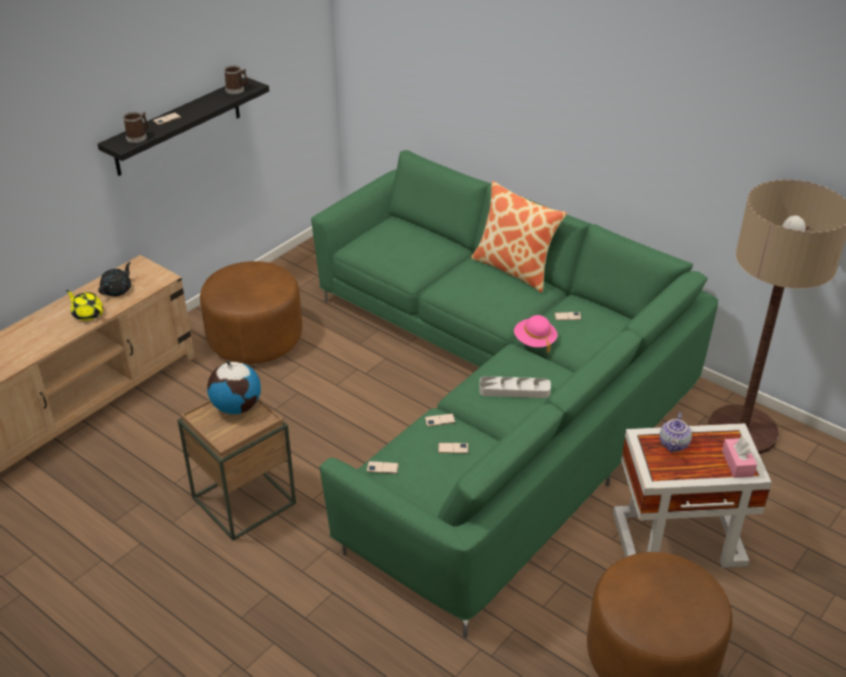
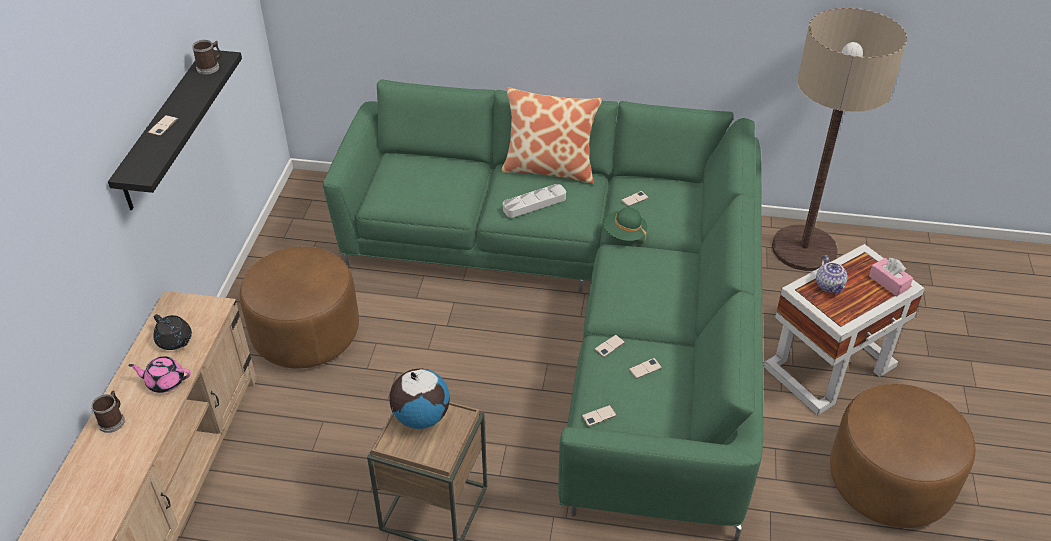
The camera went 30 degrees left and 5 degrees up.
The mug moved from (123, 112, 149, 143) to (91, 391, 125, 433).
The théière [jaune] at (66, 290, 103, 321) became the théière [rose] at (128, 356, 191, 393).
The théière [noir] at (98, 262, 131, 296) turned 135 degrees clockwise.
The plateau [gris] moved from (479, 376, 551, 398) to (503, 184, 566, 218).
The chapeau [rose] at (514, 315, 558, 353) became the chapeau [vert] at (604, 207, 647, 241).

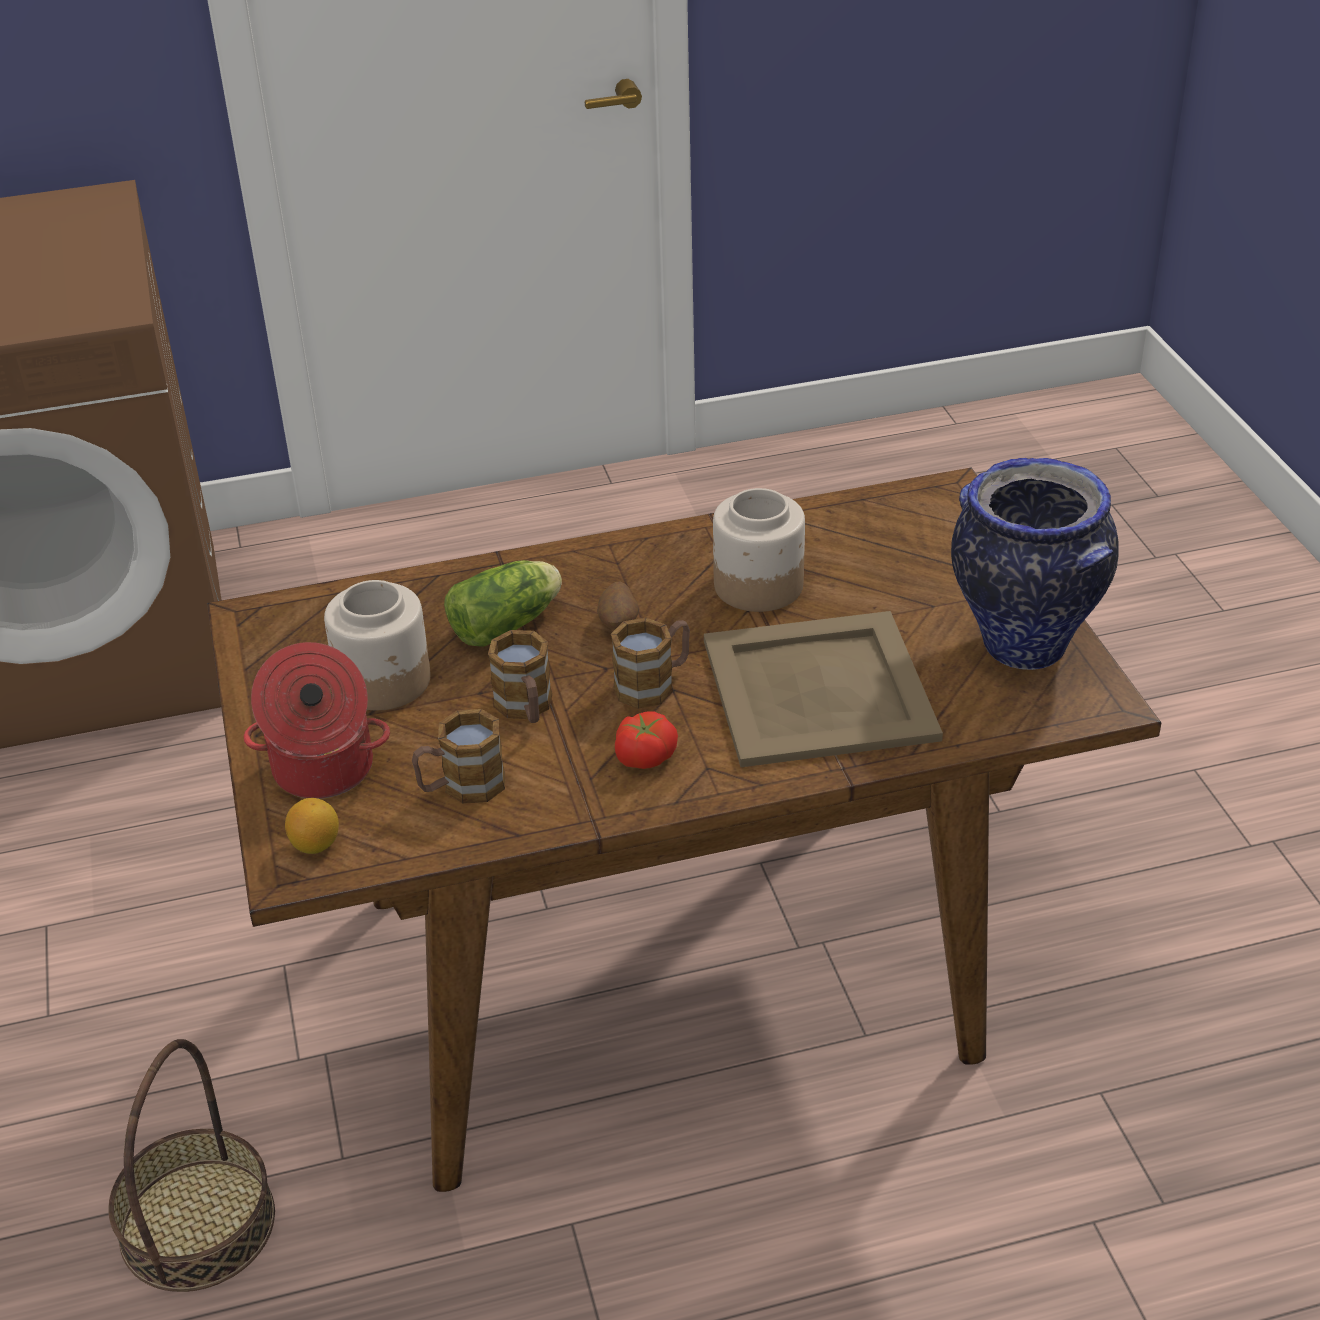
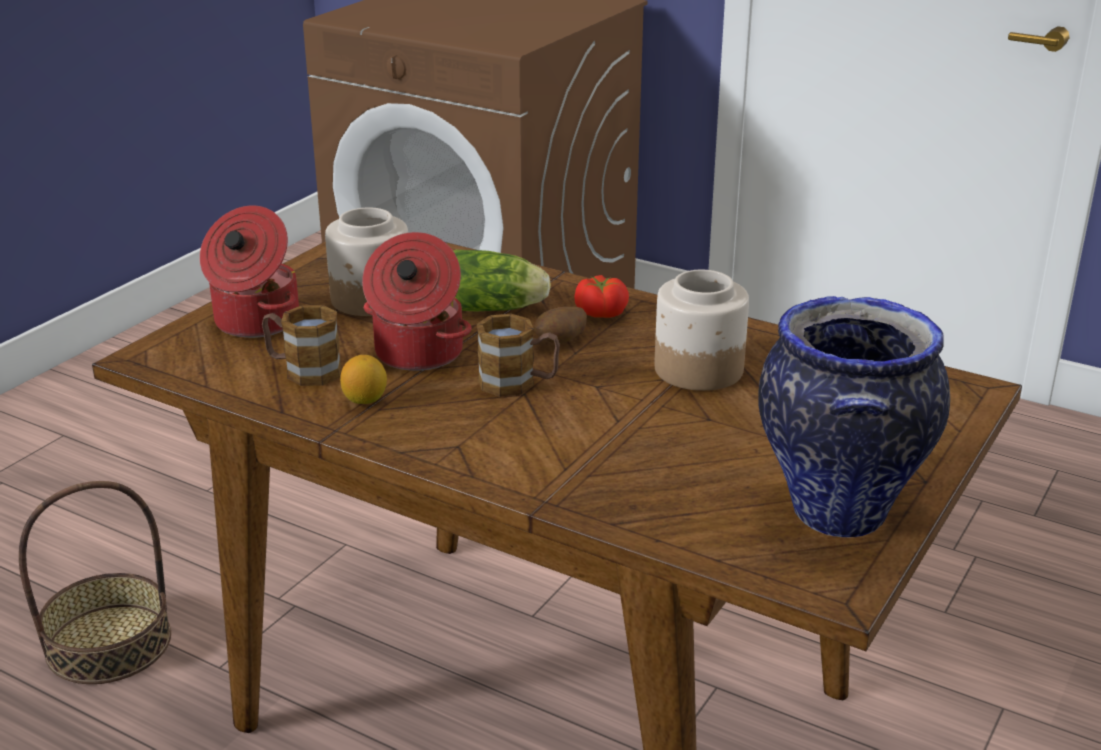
The camera went 45 degrees right and 10 degrees down.
The citron moved from (285, 798, 339, 854) to (340, 355, 387, 404).
The mug at (488, 630, 552, 723) was replaced by the marmite at (362, 232, 472, 371).
The tomate moved from (615, 711, 678, 769) to (574, 275, 629, 318).
The plateau [beige] at (704, 611, 943, 767) disappeared.

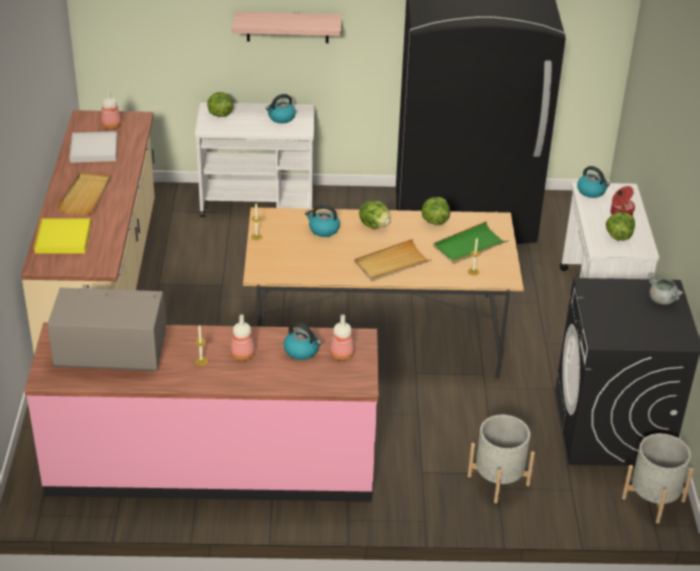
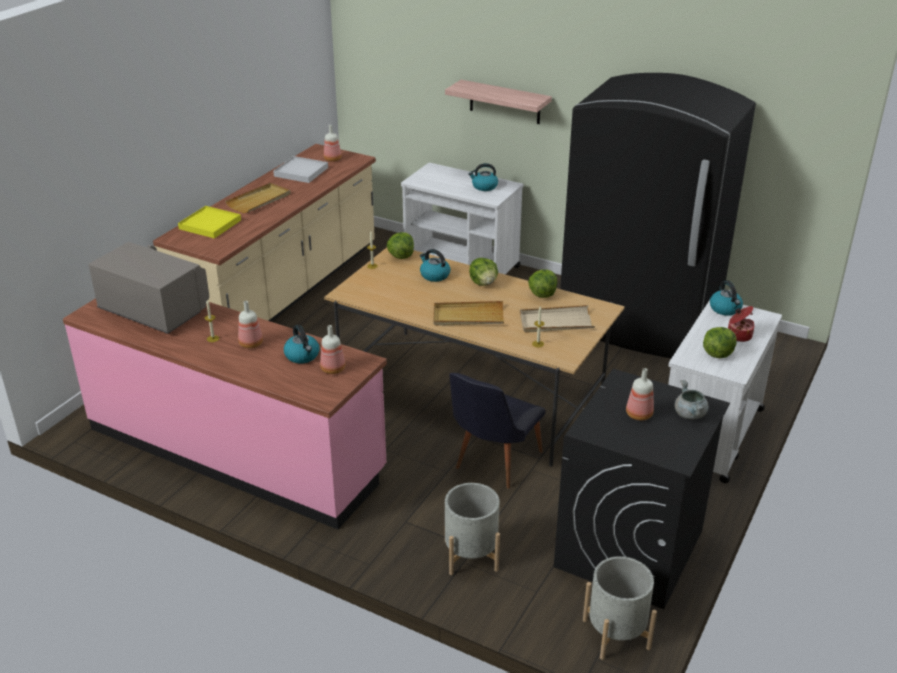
The camera went 30 degrees right and 5 degrees down.
The laitue moved from (207, 92, 233, 117) to (387, 232, 414, 259).
The chaise [noir] at (449, 373, 546, 489) appeared.
The plateau [vert] at (433, 221, 509, 264) became the plateau [beige] at (520, 305, 595, 333).
The bouteille at (626, 368, 654, 420) appeared.

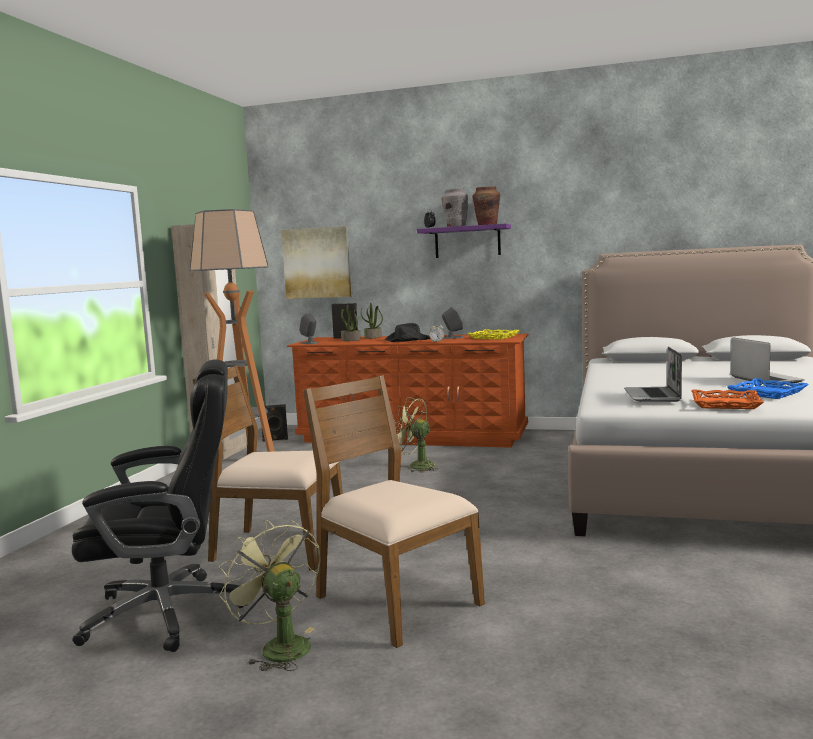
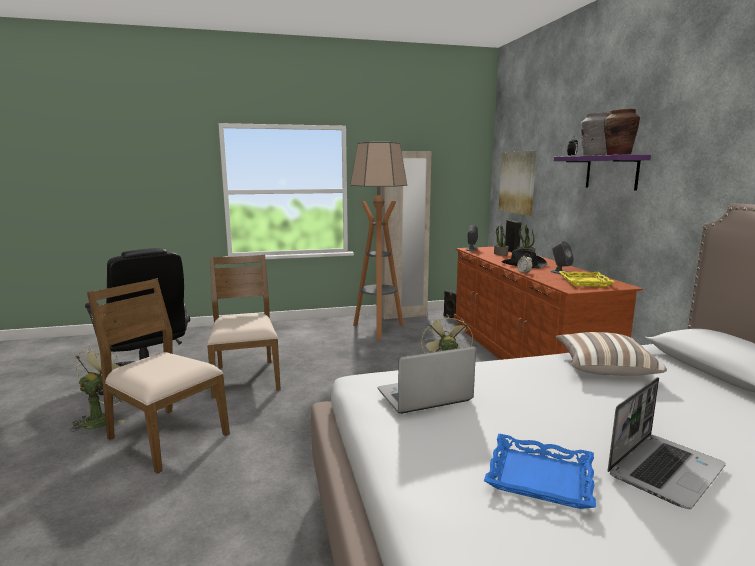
The camera went 60 degrees right and 5 degrees up.
The chaise [marron] at (303, 375, 485, 648) turned 75 degrees counterclockwise.
The coussin at (556, 332, 667, 376) appeared.
The plateau [orange] at (691, 390, 764, 409) disappeared.

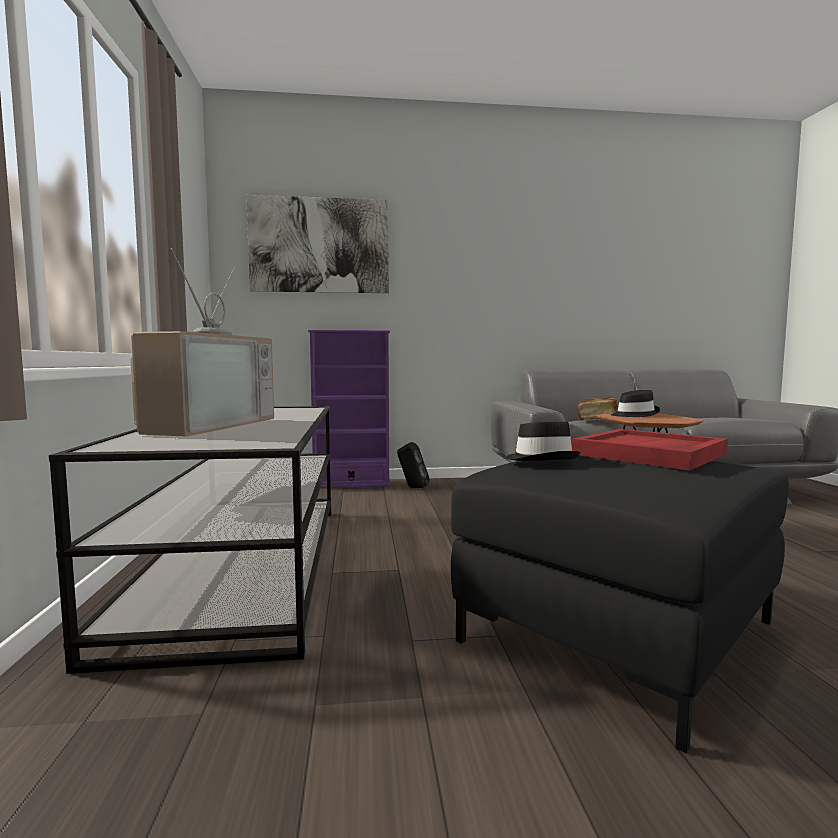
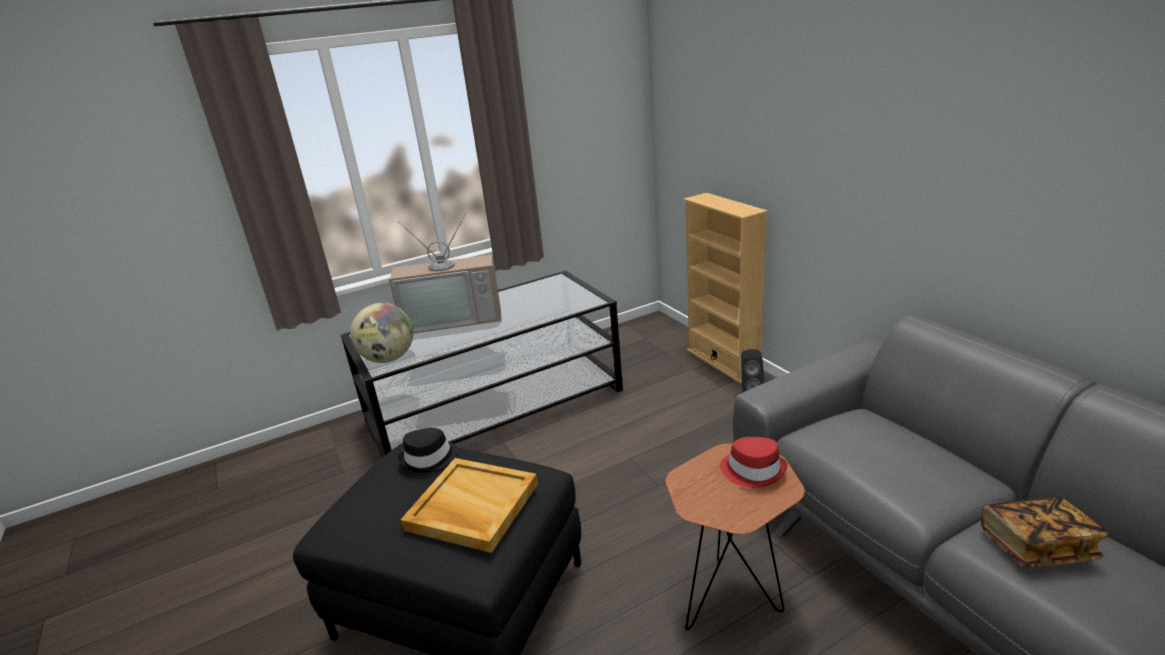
The camera went 70 degrees right and 20 degrees up.
The globe at (350, 303, 413, 363) appeared.
The plateau [rouge] at (571, 429, 728, 470) became the plateau [beige] at (401, 458, 538, 553).
The bibliothèque [violet] at (308, 330, 391, 488) became the bibliothèque [beige] at (683, 193, 768, 383).
The chapeau [noir] at (611, 390, 660, 417) became the chapeau [rouge] at (720, 437, 787, 487).
The livre moved from (577, 397, 617, 420) to (981, 496, 1109, 567).
The tableau at (246, 195, 389, 293) disappeared.

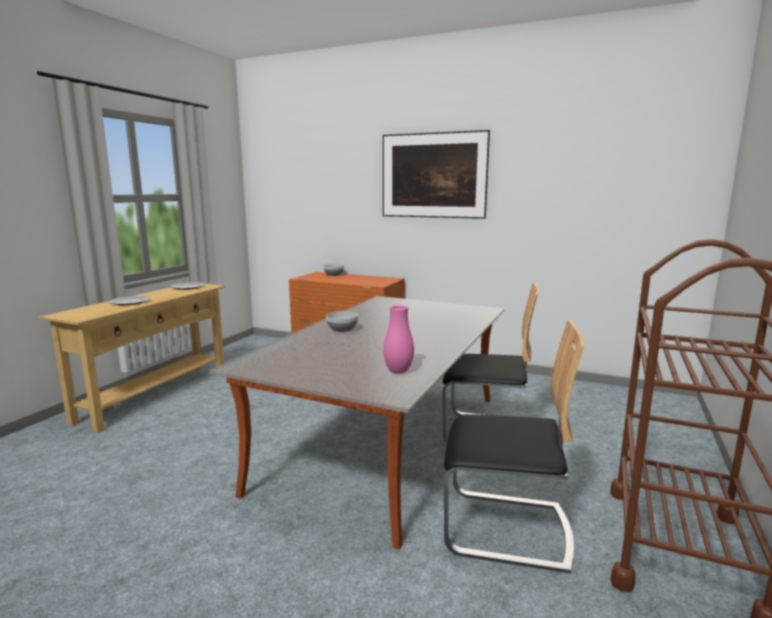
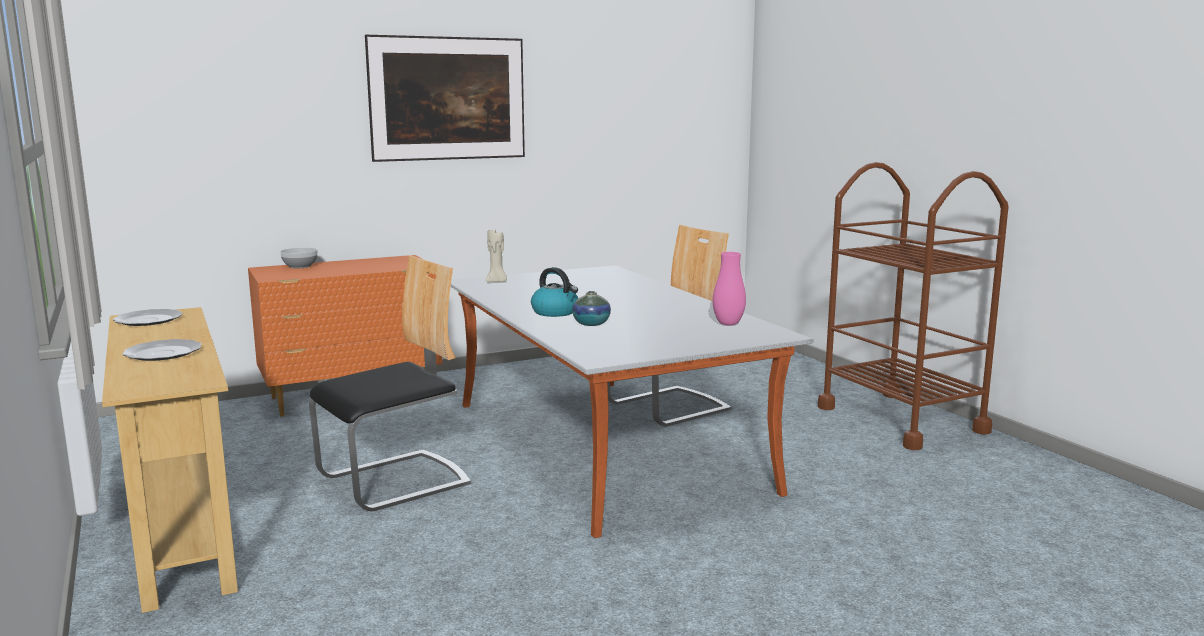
The camera went 50 degrees left and 0 degrees up.
The chaise moved from (444, 320, 584, 573) to (309, 255, 471, 511).
The bougie [beige] at (486, 228, 507, 282) appeared.
The bol at (326, 311, 358, 332) was replaced by the bouilloire at (531, 267, 578, 317).
The vase at (572, 291, 611, 326) appeared.

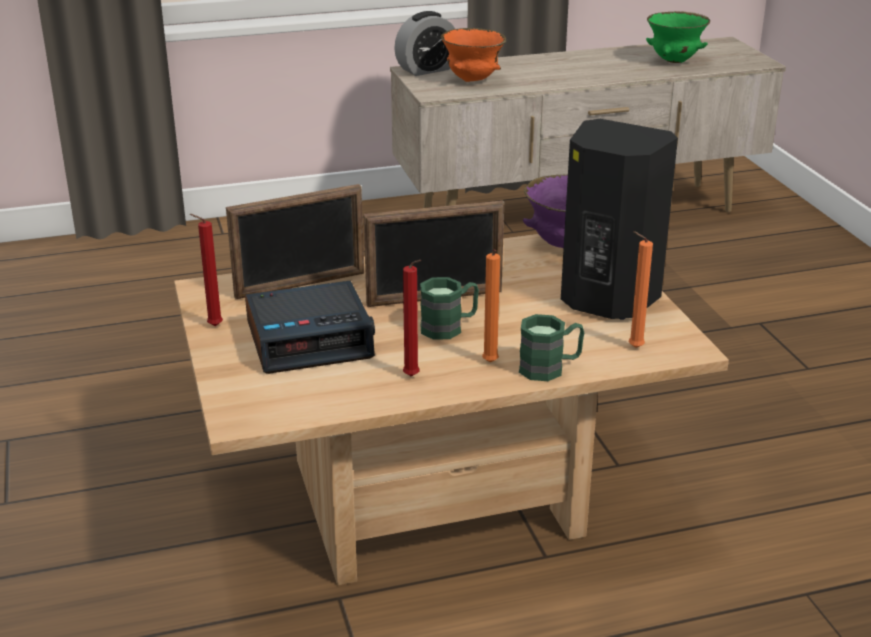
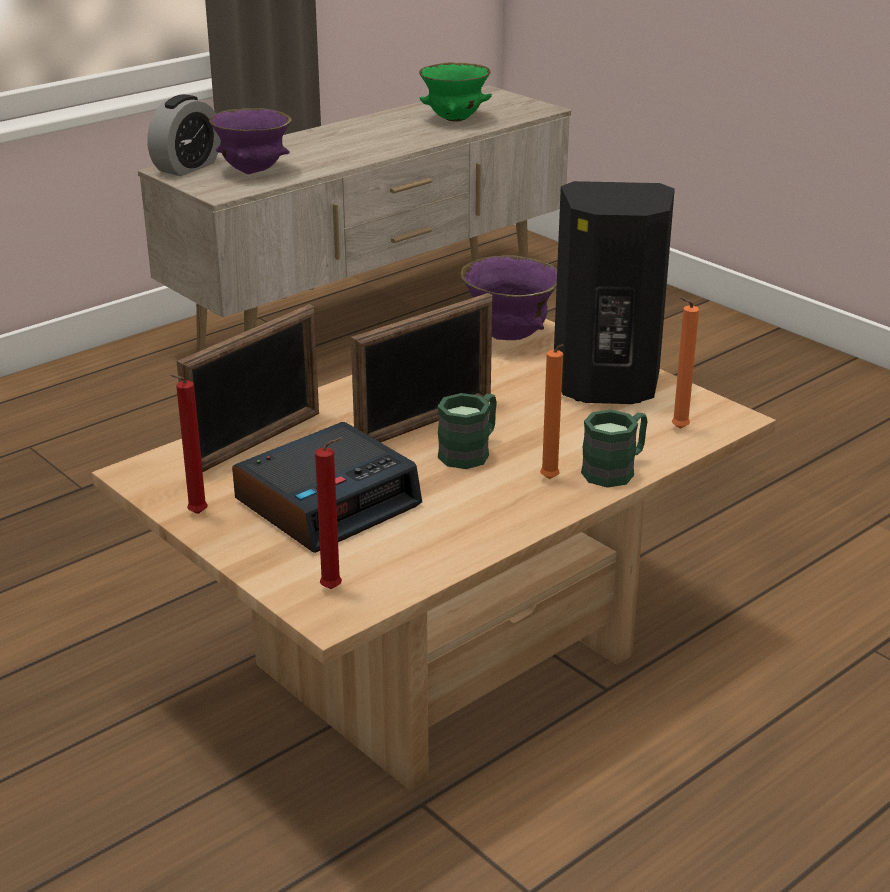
The camera went 25 degrees left and 0 degrees up.
The bol [orange] at (441, 28, 506, 82) became the bol [violet] at (209, 108, 292, 174).
The bougie [rouge] moved from (403, 260, 421, 376) to (315, 437, 343, 589).

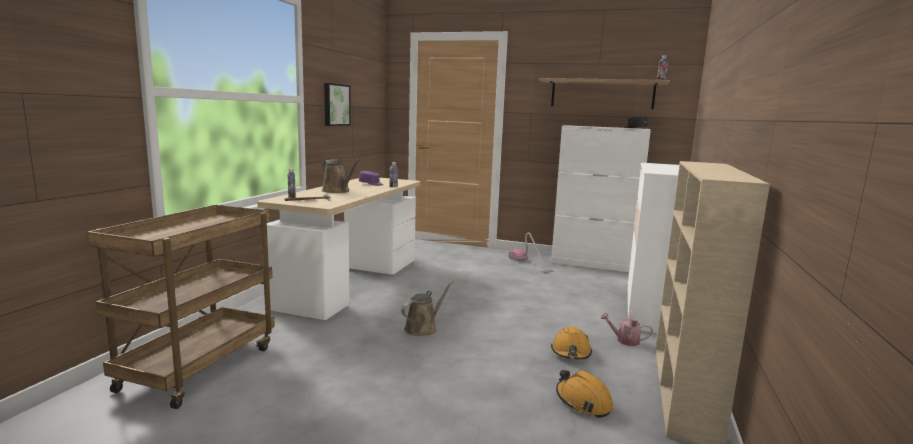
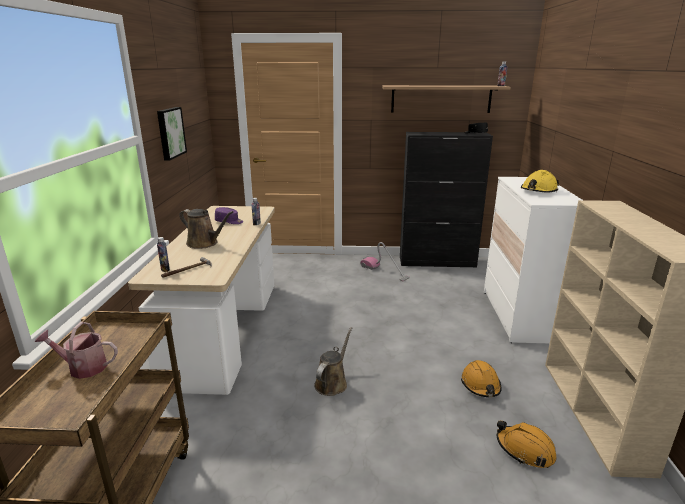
The camera went 15 degrees left and 10 degrees up.
The arrosoir moved from (600, 310, 653, 346) to (35, 322, 118, 379).
The meuble de rangement [blanc] at (551, 125, 651, 272) became the meuble de rangement [noir] at (400, 132, 493, 267).
The casque de chantier [jaune] at (521, 170, 559, 193) appeared.

